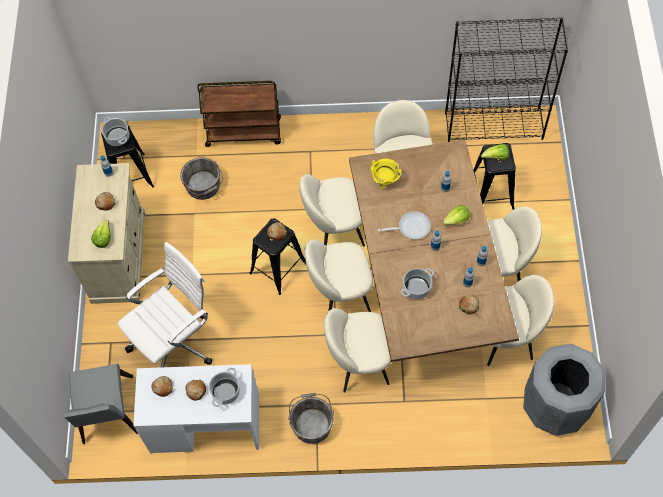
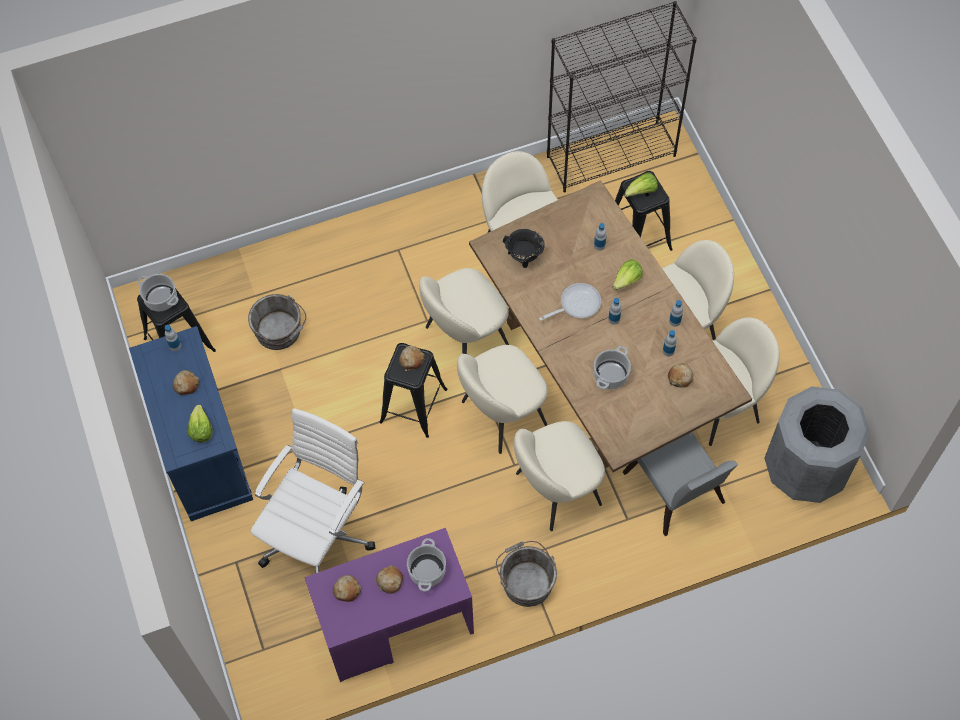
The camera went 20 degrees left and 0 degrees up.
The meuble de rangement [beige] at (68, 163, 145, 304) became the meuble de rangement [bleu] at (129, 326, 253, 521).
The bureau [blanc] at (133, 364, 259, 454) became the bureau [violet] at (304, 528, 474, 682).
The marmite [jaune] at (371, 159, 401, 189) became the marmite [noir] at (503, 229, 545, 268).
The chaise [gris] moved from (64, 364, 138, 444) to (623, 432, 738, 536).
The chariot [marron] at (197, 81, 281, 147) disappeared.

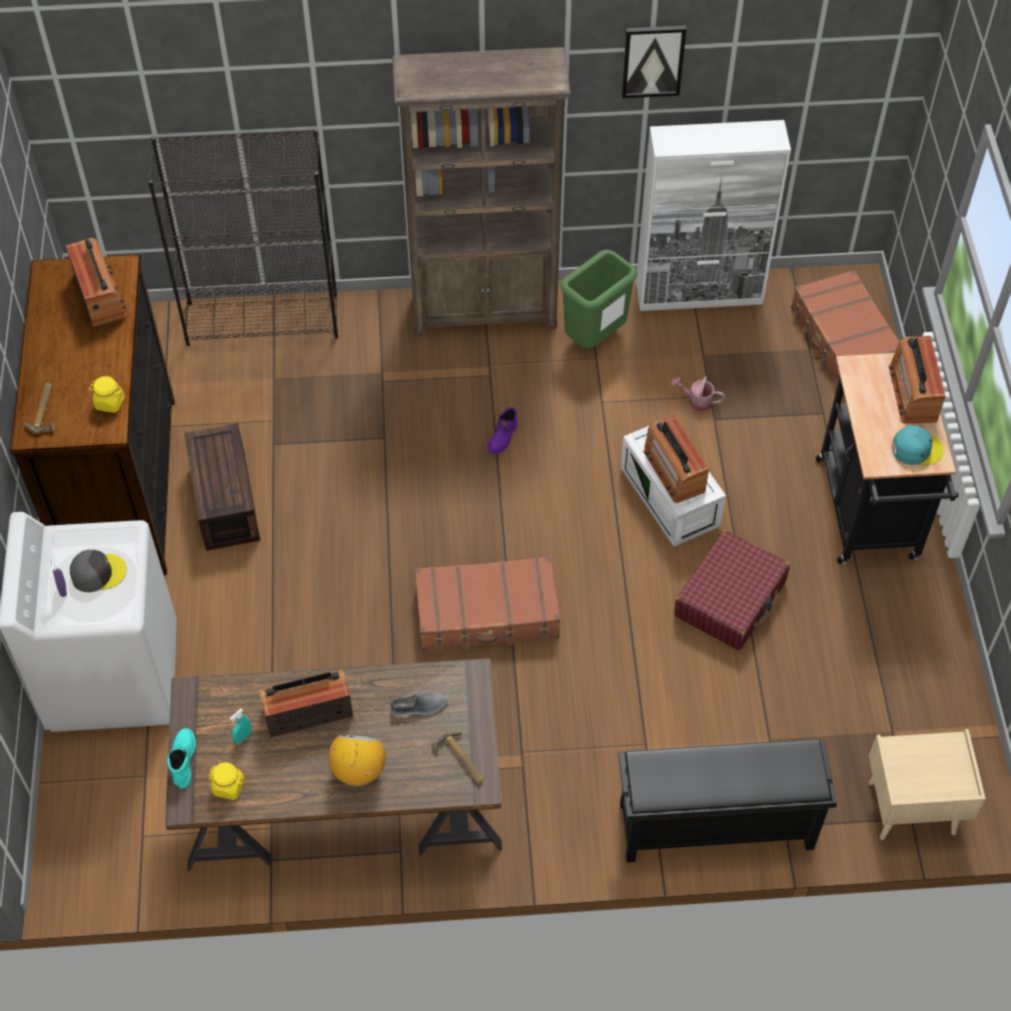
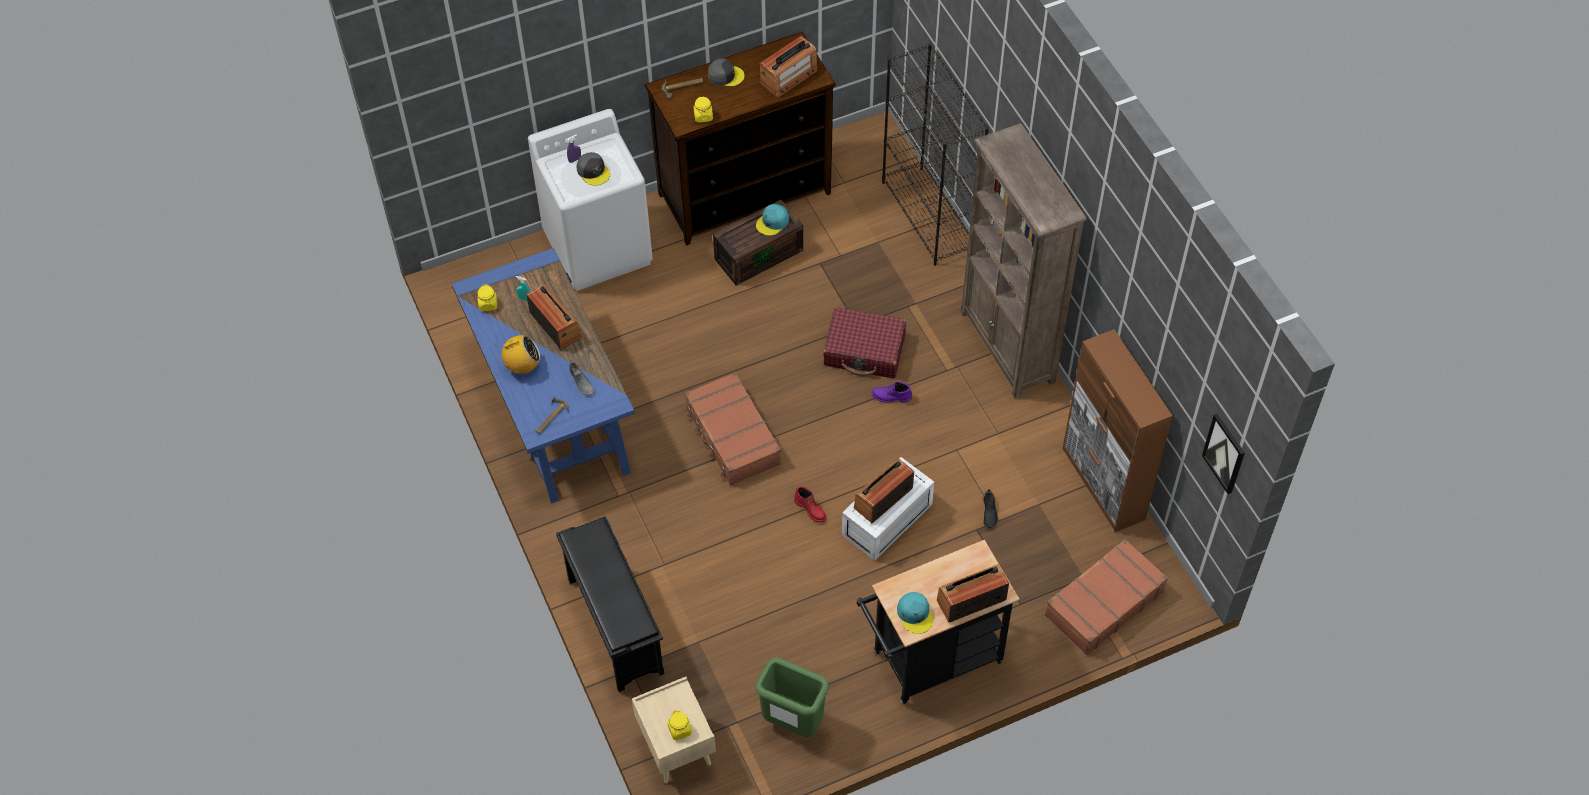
The camera went 70 degrees right and 0 degrees up.
The bureau [marron] at (165, 658, 502, 871) became the bureau [bleu] at (452, 248, 635, 504).
The bocal [jaune] at (667, 710, 692, 740) appeared.
The casquette [gris] at (708, 58, 745, 86) appeared.
The poubelle [vert] moved from (560, 250, 637, 348) to (755, 658, 829, 737).
The casquette [turquoise] at (756, 204, 789, 236) appeared.
The botte [rouge] at (794, 486, 826, 523) appeared.
The valise [rouge] moved from (674, 530, 790, 650) to (823, 307, 906, 378).
The arrosoir at (671, 376, 725, 411) was replaced by the chaussure [noir] at (984, 489, 998, 528).
The meuble de rangement [blanc] at (636, 120, 791, 311) became the meuble de rangement [marron] at (1062, 329, 1173, 532).
The tableau moved from (622, 25, 686, 98) to (1202, 413, 1245, 494).
The botte [turquoise] at (167, 728, 196, 788) disappeared.

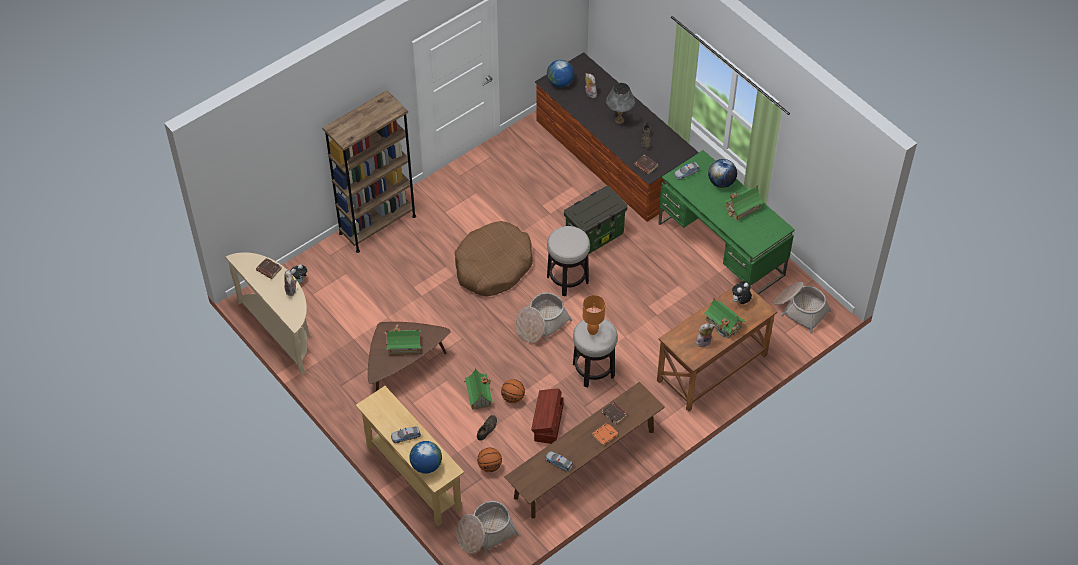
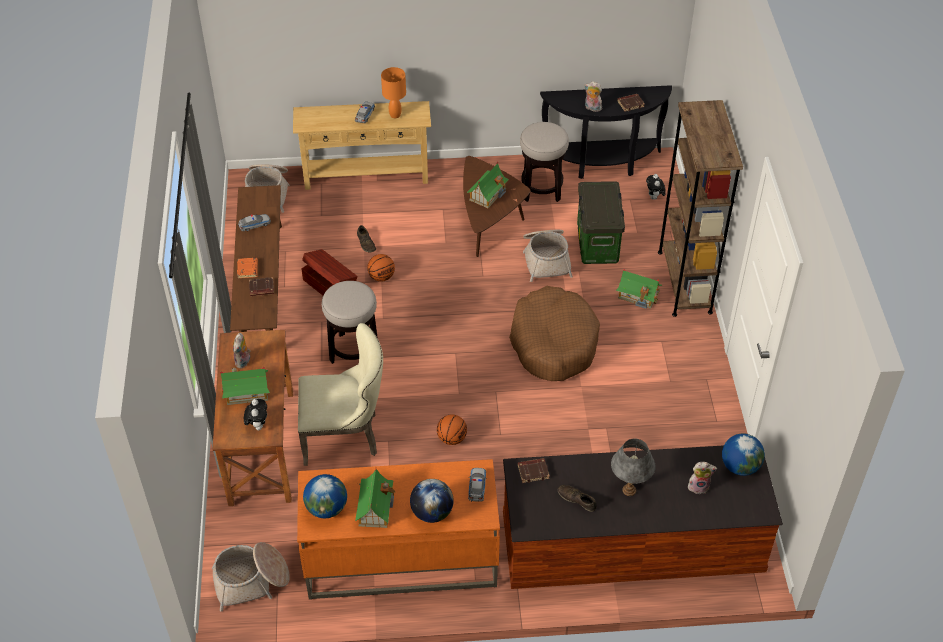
The camera went 125 degrees right and 5 degrees down.
The bureau [vert] at (658, 150, 795, 294) became the bureau [orange] at (297, 459, 500, 600).
The chaise [beige] at (298, 323, 383, 466) appeared.
The globe moved from (410, 441, 442, 474) to (303, 474, 347, 518).
The lampe de table [orange] moved from (583, 295, 605, 335) to (381, 67, 406, 118).
The ballon de basket moved from (477, 447, 502, 472) to (437, 414, 467, 445).
The tabouret moved from (547, 226, 590, 296) to (520, 122, 569, 202).
The panier moved from (515, 293, 573, 343) to (523, 230, 573, 282).
The table console [beige] at (226, 252, 311, 375) became the table console [noir] at (540, 85, 672, 179).
The boîte de rangement moved from (564, 186, 628, 254) to (577, 181, 625, 264).
The maison miniature moved from (464, 367, 493, 410) to (616, 269, 662, 309).

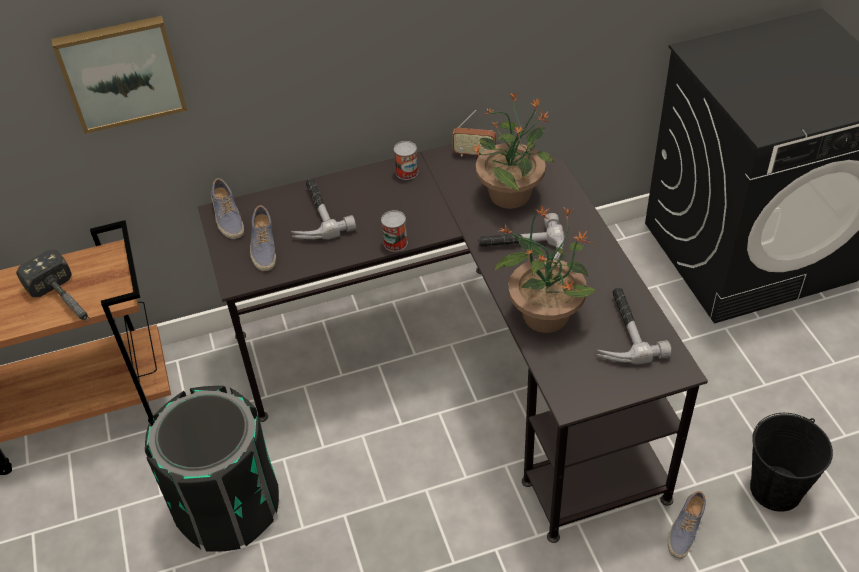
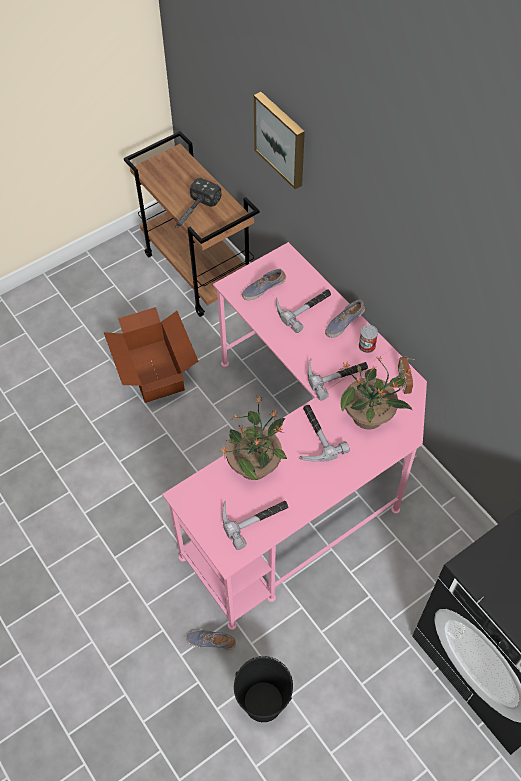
The camera went 70 degrees right and 10 degrees up.
The poubelle [noir] at (145, 386, 279, 552) was replaced by the carton at (104, 307, 198, 403).
The bureau [noir] at (198, 141, 708, 543) became the bureau [rose] at (162, 242, 427, 630).
The marteau at (308, 358, 368, 400) appeared.
The chaussure moved from (211, 178, 244, 239) to (325, 300, 365, 338).
The boîte métallique at (381, 210, 408, 252) disappeared.

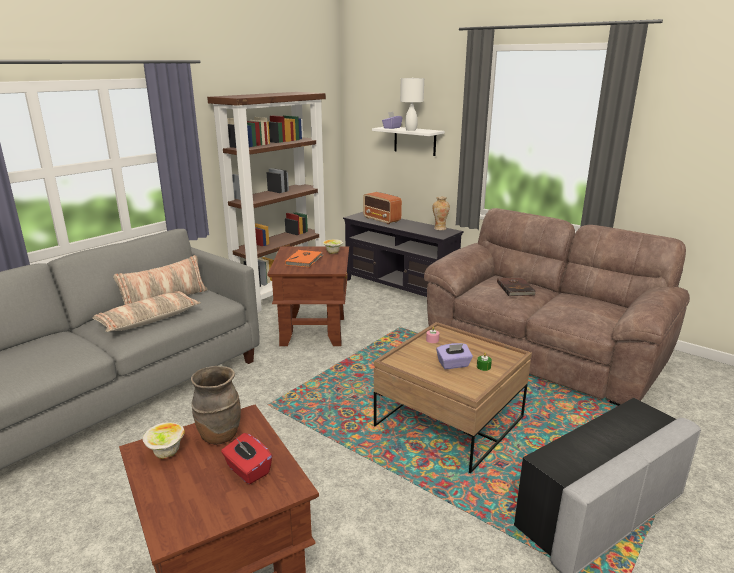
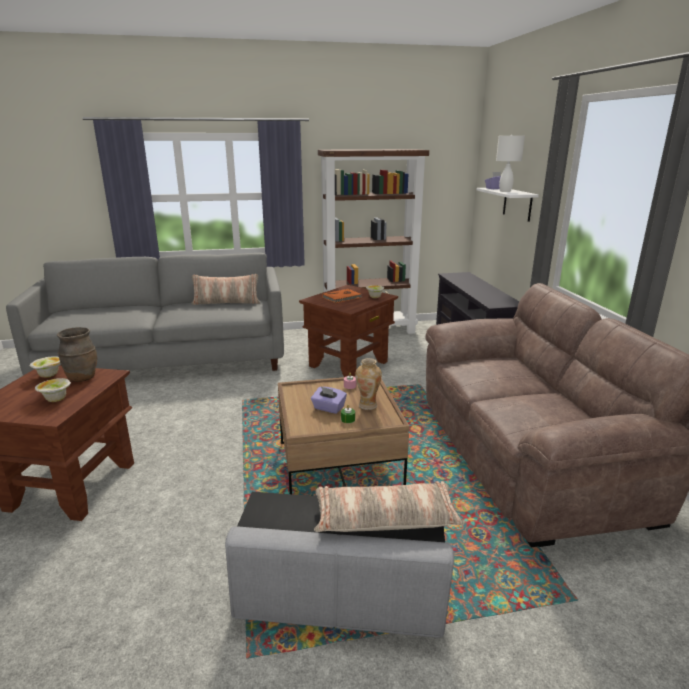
The camera went 40 degrees right and 0 degrees up.
The boîte à mouchoirs [rouge] at (221, 433, 272, 484) was replaced by the bol at (35, 378, 71, 402).
The coussin moved from (93, 291, 201, 332) to (314, 481, 466, 532).
The vase moved from (432, 197, 450, 230) to (355, 358, 382, 410).
The radio at (363, 192, 402, 225) disappeared.
The livre [marron] at (497, 277, 536, 296) disappeared.

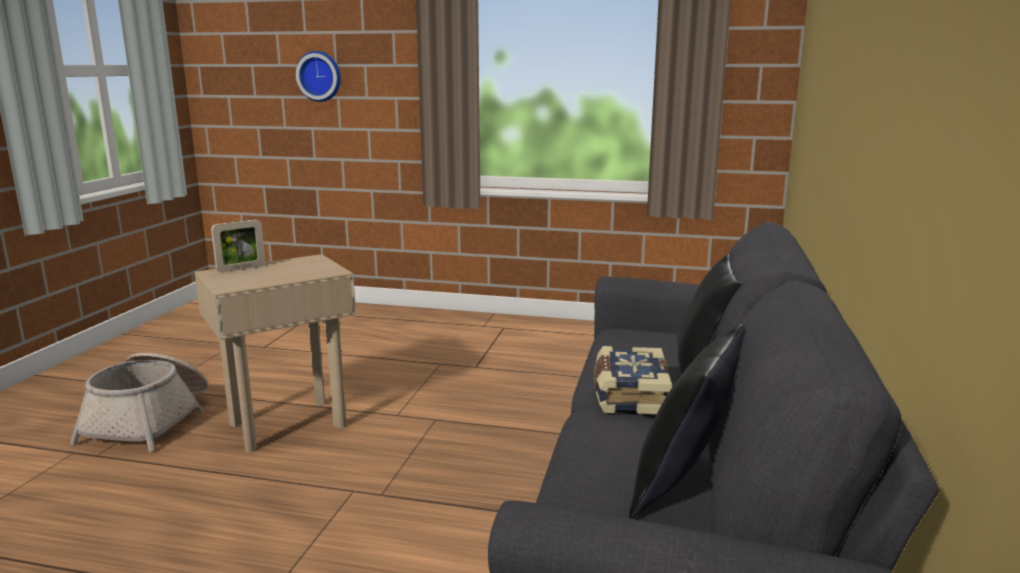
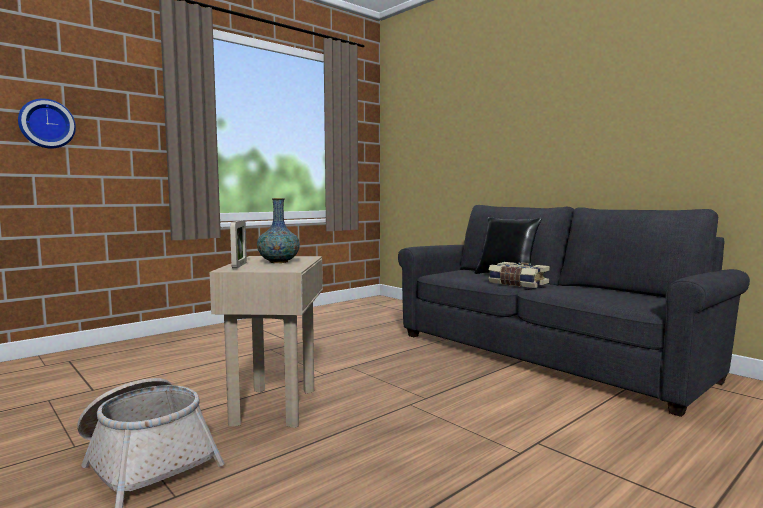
The camera went 55 degrees left and 10 degrees down.
The vase at (257, 198, 300, 263) appeared.
The coussin [noir] at (629, 324, 745, 519) disappeared.

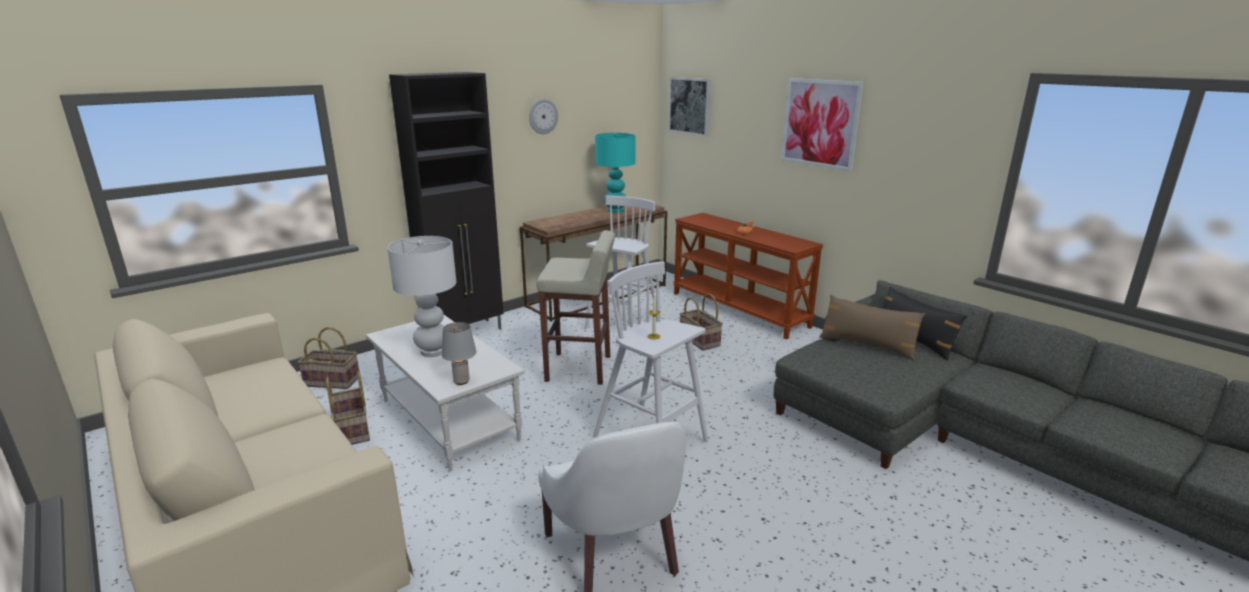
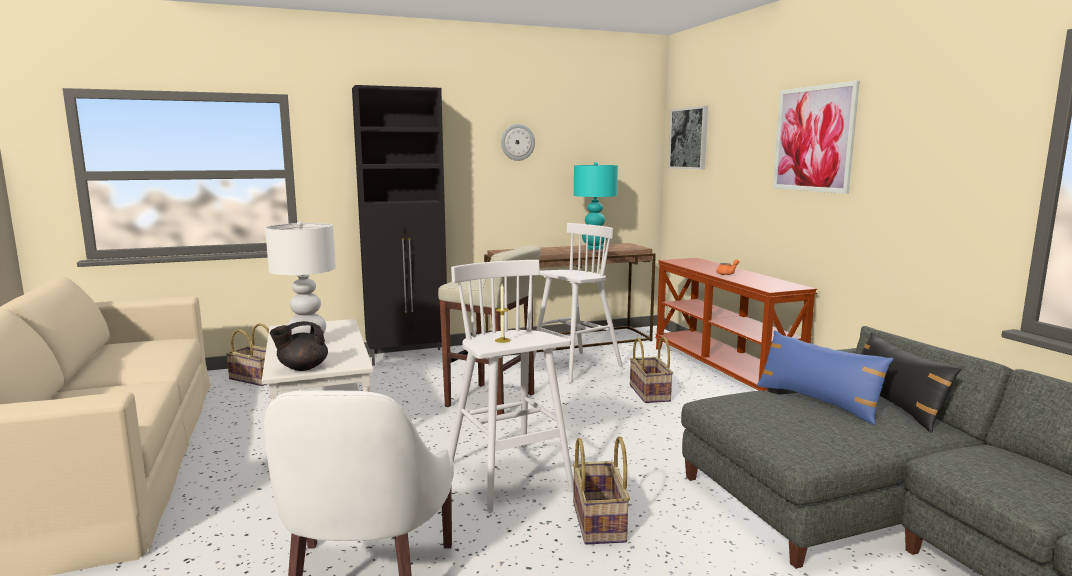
The camera went 20 degrees right and 10 degrees down.
The lampe de table [gris] at (442, 322, 476, 385) was replaced by the théière [noir] at (270, 321, 328, 371).
The panier moved from (326, 371, 370, 445) to (572, 436, 630, 545).
The coussin [marron] at (819, 295, 926, 361) became the coussin [bleu] at (757, 330, 894, 425).

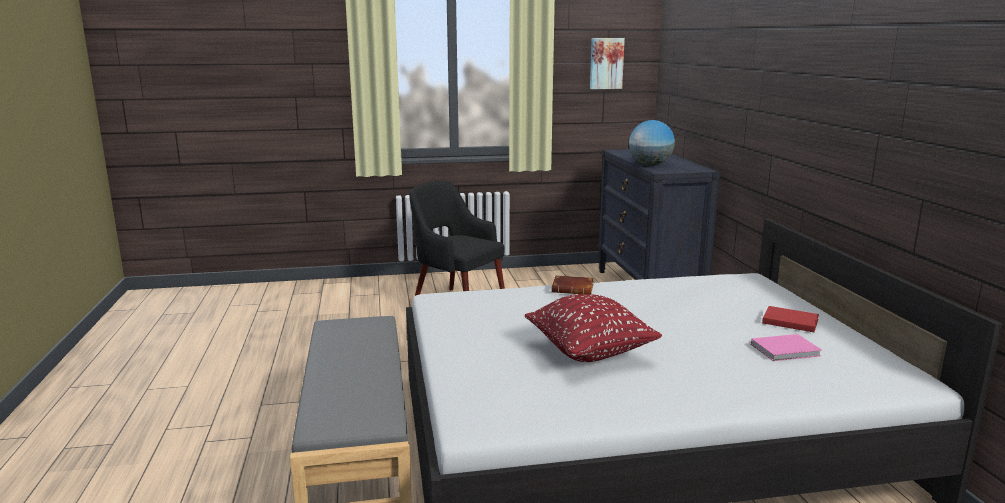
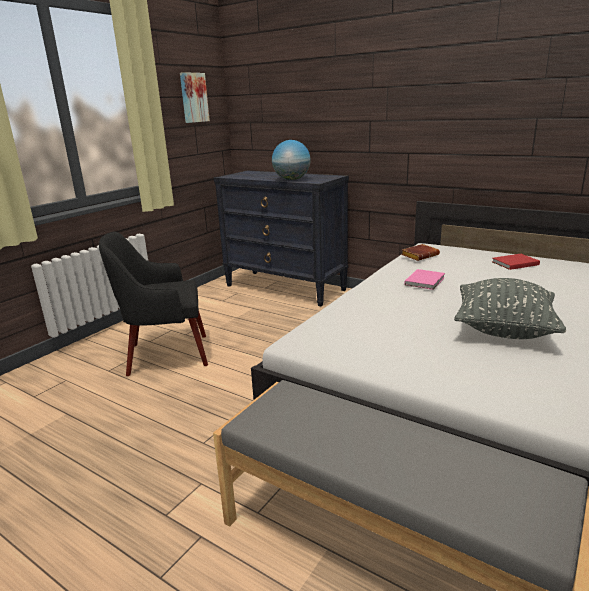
The camera went 45 degrees left and 5 degrees up.
The livre [marron] moved from (552, 275, 594, 294) to (401, 244, 440, 261).
The livre [rose] moved from (751, 334, 822, 361) to (405, 269, 445, 290).
The coussin [rouge] at (525, 294, 662, 362) became the coussin [gris] at (454, 278, 566, 339).

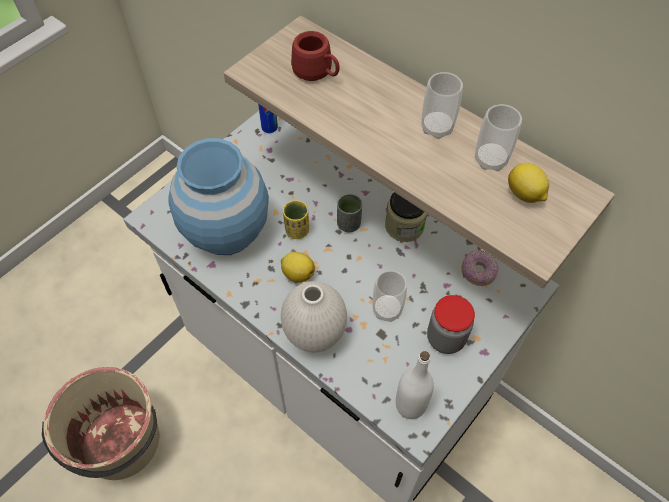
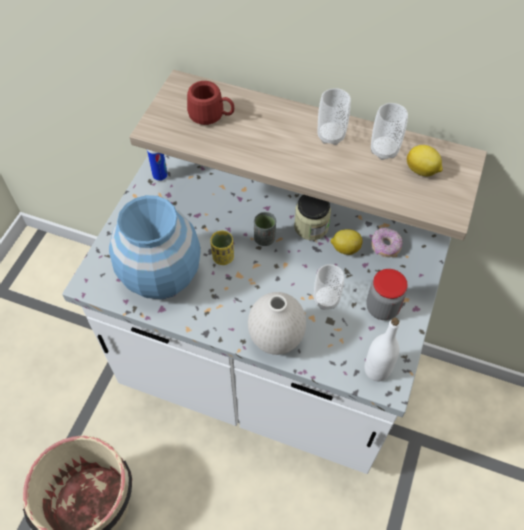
The camera went 20 degrees left and 0 degrees up.
The citron moved from (281, 252, 315, 283) to (330, 229, 363, 255).

